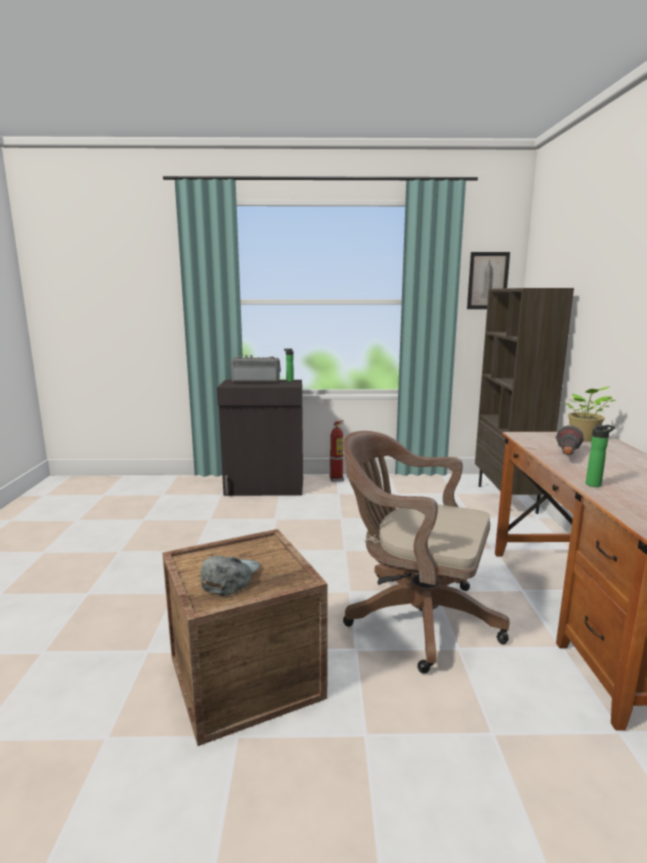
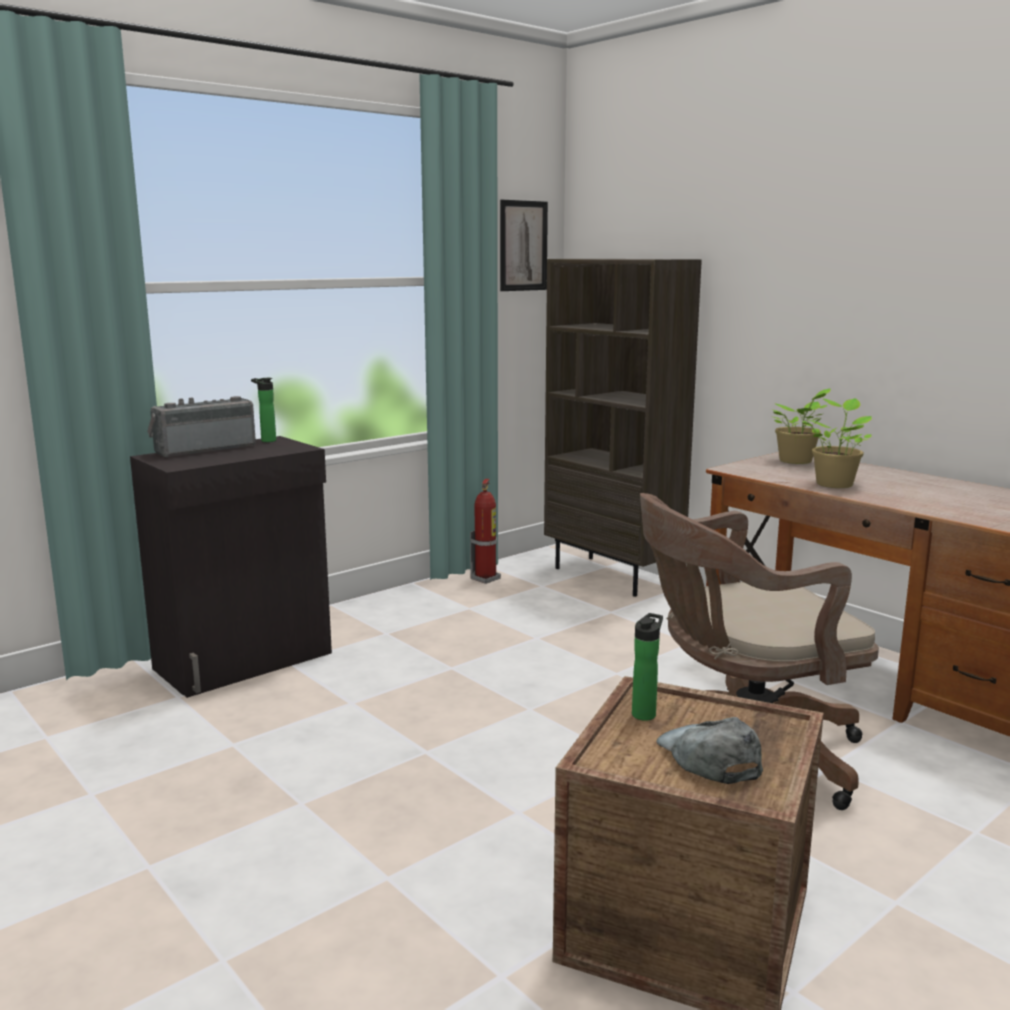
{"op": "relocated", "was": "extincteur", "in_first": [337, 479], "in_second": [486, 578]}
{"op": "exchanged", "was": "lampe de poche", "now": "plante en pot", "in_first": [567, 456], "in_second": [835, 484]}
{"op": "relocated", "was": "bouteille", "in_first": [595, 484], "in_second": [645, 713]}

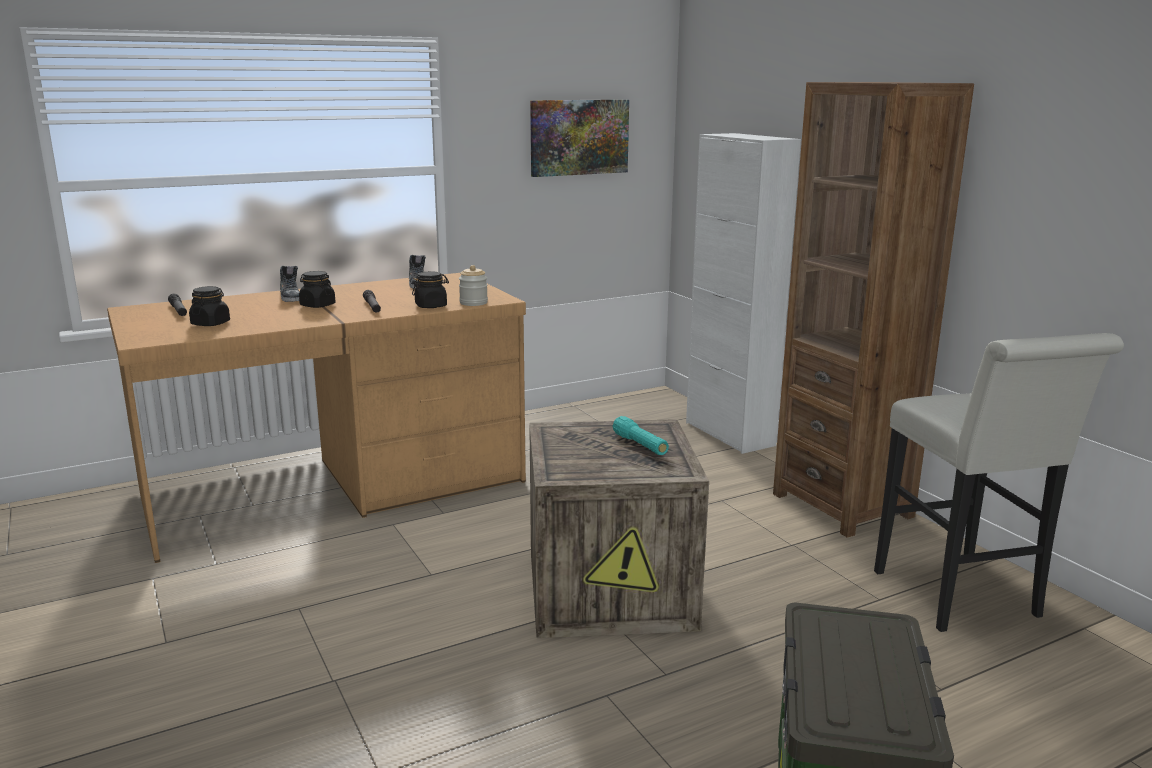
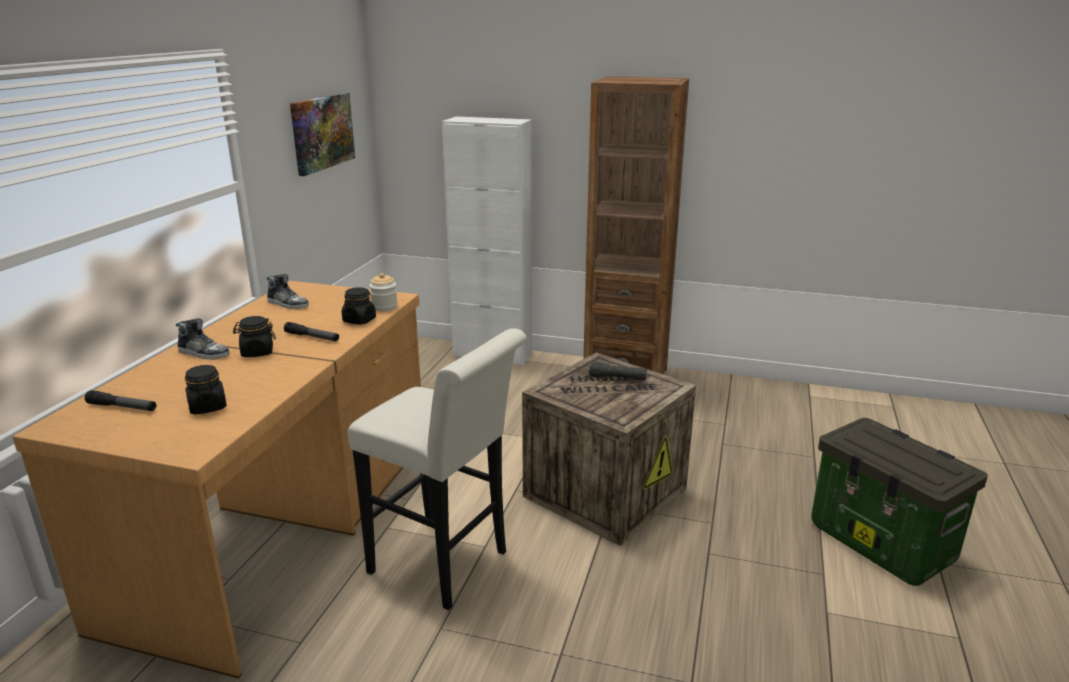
{"op": "relocated", "was": "tabouret/blanc", "in_first": [962, 599], "in_second": [446, 565]}
{"op": "colour", "was": "lampe de poche/turquoise", "now": "lampe de poche/noir", "in_first": [640, 445], "in_second": [617, 378]}

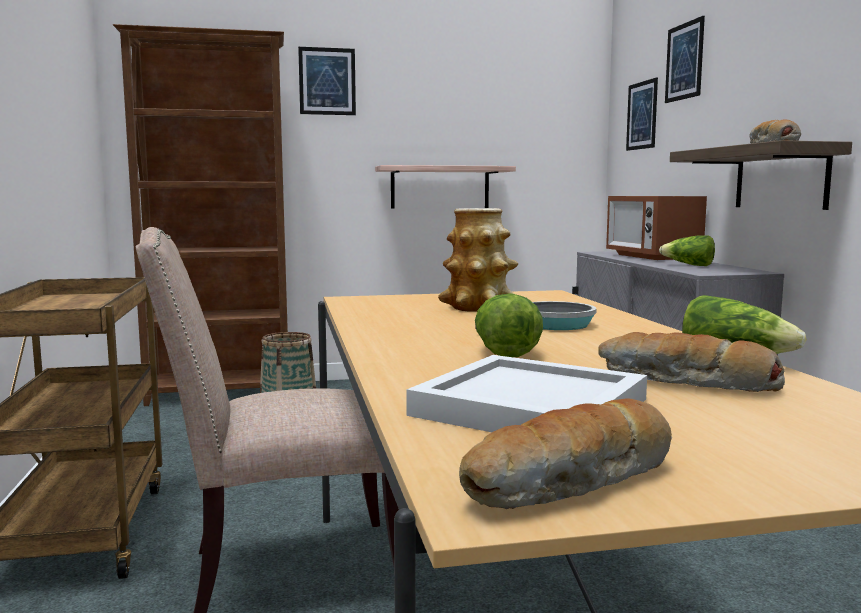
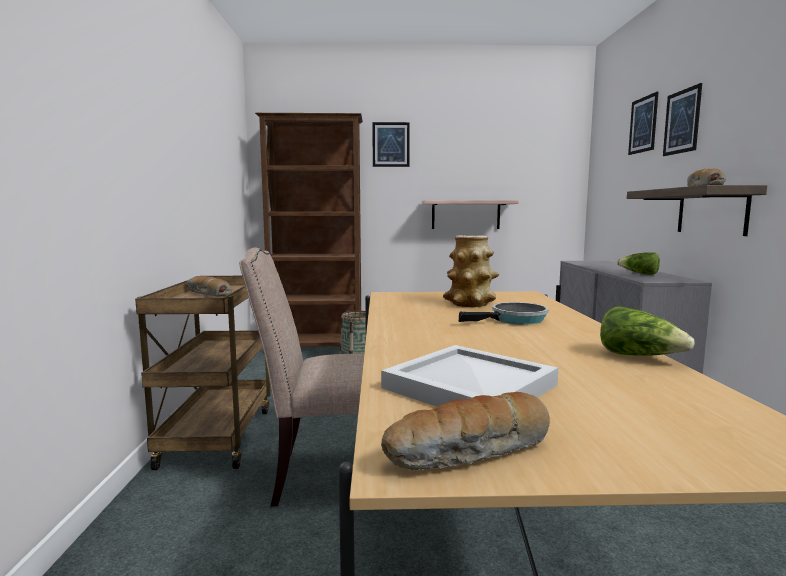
{"op": "relocated", "was": "tableau", "in_first": [642, 115], "in_second": [682, 121]}
{"op": "missing", "was": "micro-ondes", "in_first": [652, 256]}
{"op": "missing", "was": "laitue", "in_first": [504, 350]}
{"op": "relocated", "was": "pain", "in_first": [686, 383], "in_second": [207, 294]}

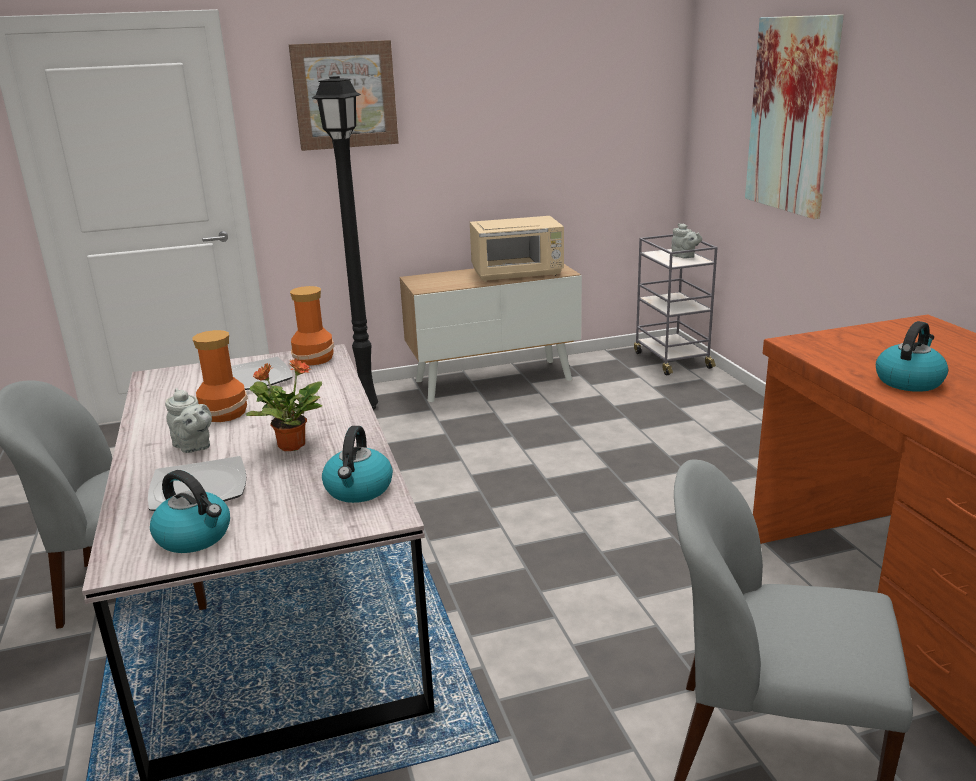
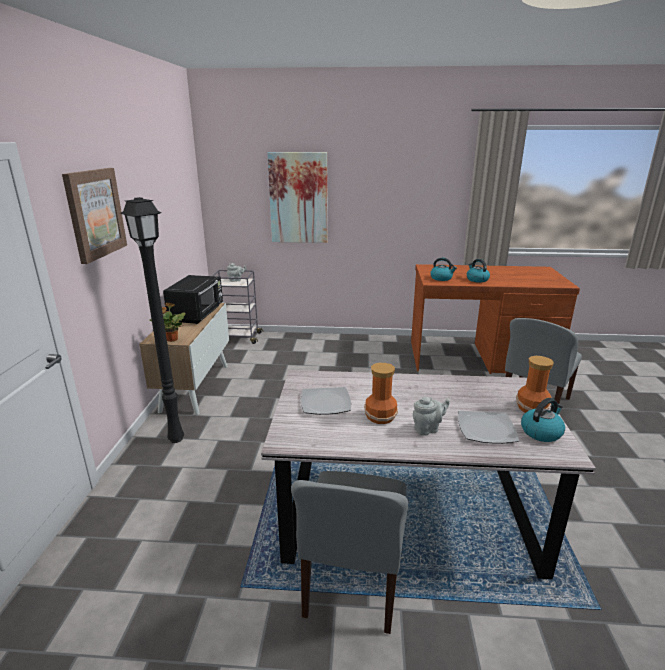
{"op": "colour", "was": "micro-ondes/beige", "now": "micro-ondes/noir", "in_first": [518, 274], "in_second": [197, 314]}
{"op": "relocated", "was": "vase", "in_first": [315, 359], "in_second": [531, 407]}
{"op": "relocated", "was": "plante en pot", "in_first": [290, 445], "in_second": [171, 340]}
{"op": "relocated", "was": "bouilloire", "in_first": [359, 489], "in_second": [441, 278]}

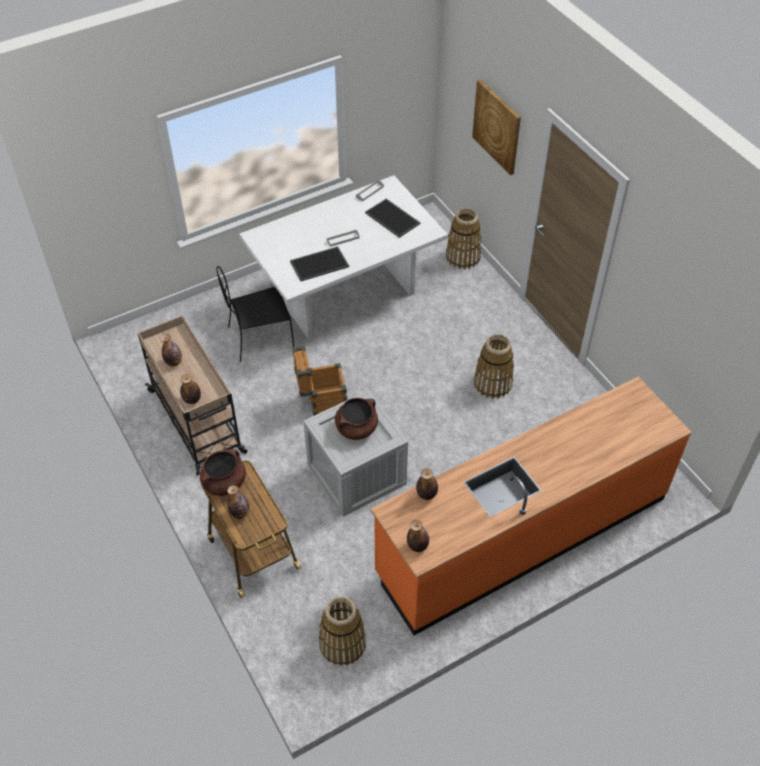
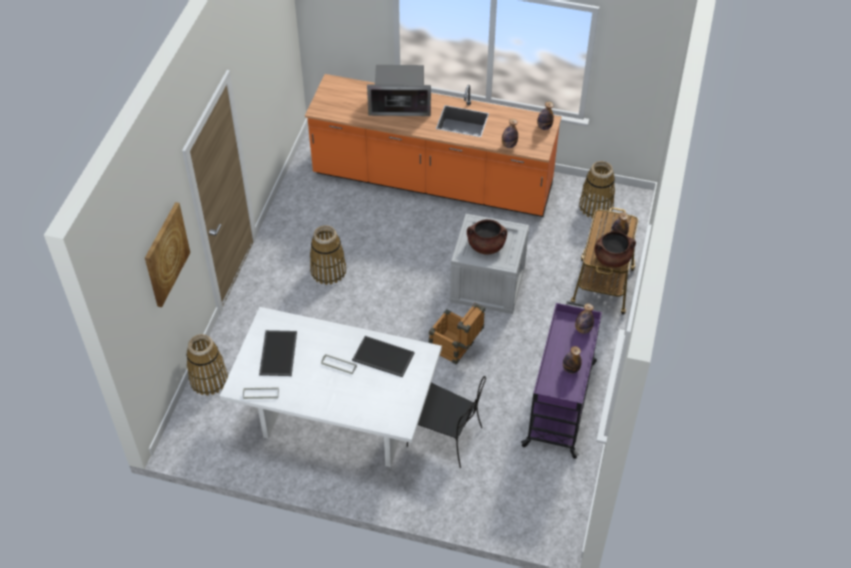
{"op": "colour", "was": "chariot/beige", "now": "chariot/violet", "in_first": [197, 422], "in_second": [560, 402]}
{"op": "appeared", "now": "micro-ondes", "in_second": [400, 104]}

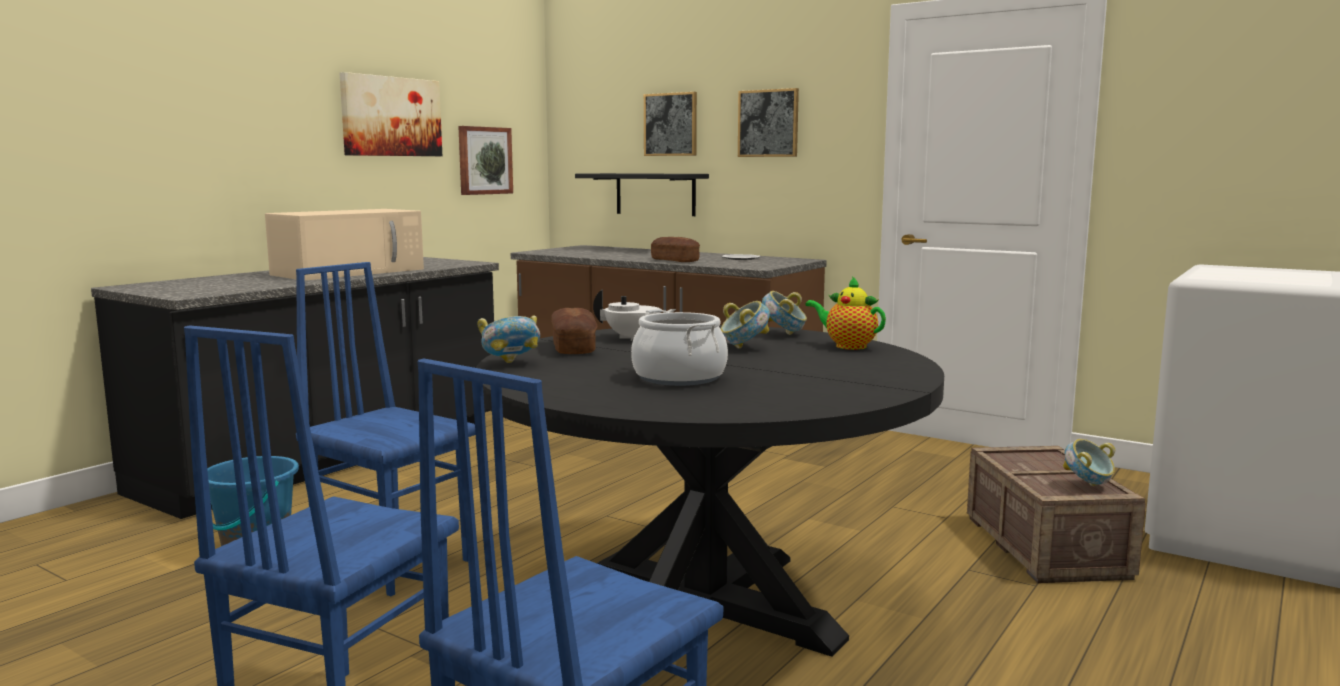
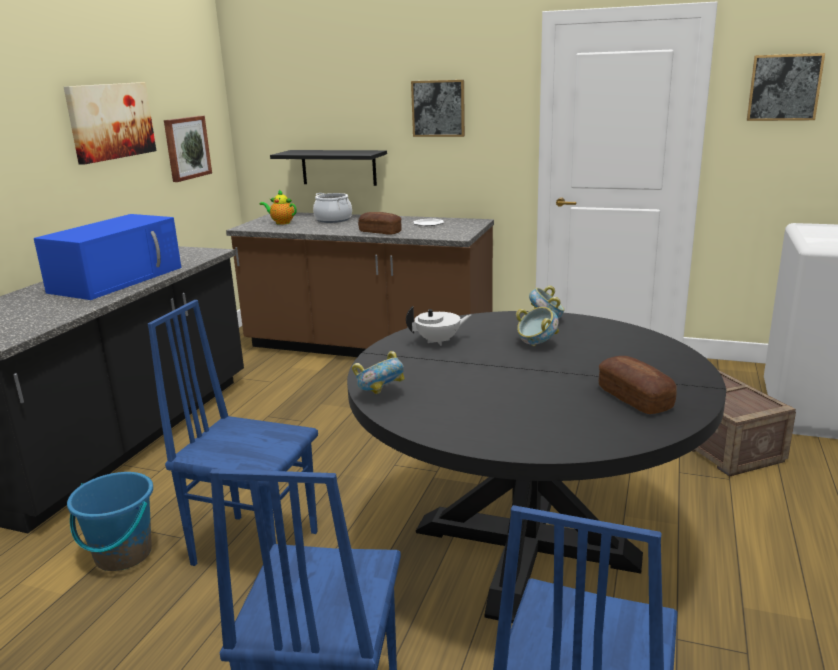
{"op": "relocated", "was": "tableau", "in_first": [671, 124], "in_second": [784, 87]}
{"op": "colour", "was": "micro-ondes/beige", "now": "micro-ondes/bleu", "in_first": [350, 271], "in_second": [118, 279]}
{"op": "relocated", "was": "théière", "in_first": [847, 346], "in_second": [281, 223]}
{"op": "relocated", "was": "pain", "in_first": [573, 348], "in_second": [634, 398]}
{"op": "relocated", "was": "marmite", "in_first": [679, 377], "in_second": [333, 220]}
{"op": "missing", "was": "bol", "in_first": [1087, 484]}

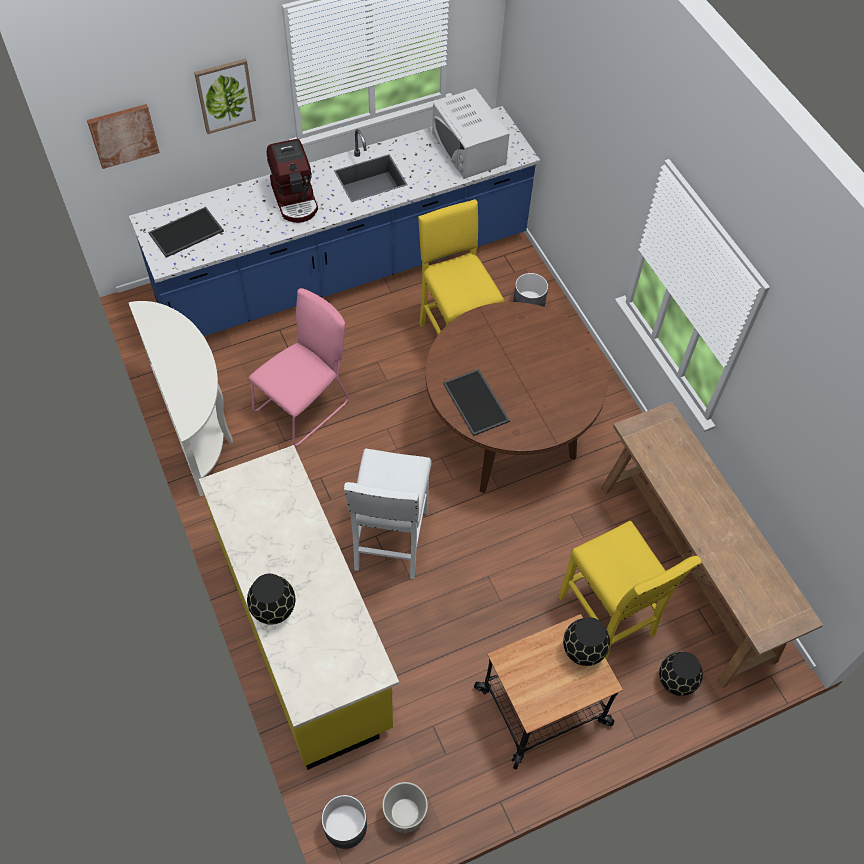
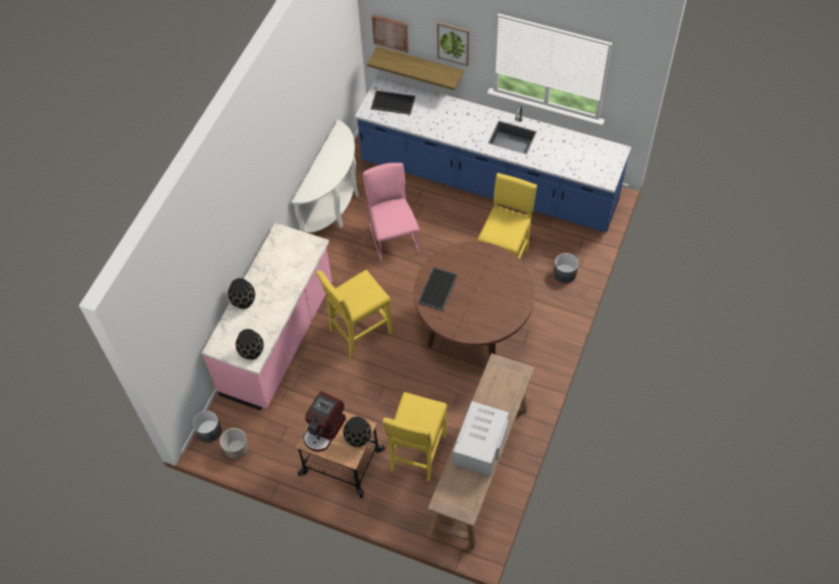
{"op": "relocated", "was": "micro-ondes/blanc", "in_first": [468, 148], "in_second": [480, 445]}
{"op": "relocated", "was": "machine à café", "in_first": [295, 199], "in_second": [324, 430]}
{"op": "spun", "was": "chaise/rose", "in_first": [305, 404], "in_second": [393, 236], "clockwise": -105}
{"op": "colour", "was": "comptoir de cuisine/jaune", "now": "comptoir de cuisine/rose", "in_first": [305, 634], "in_second": [279, 340]}
{"op": "colour", "was": "tabouret/blanc", "now": "tabouret/jaune", "in_first": [390, 541], "in_second": [359, 332]}
{"op": "relocated", "was": "vase/noir", "in_first": [676, 681], "in_second": [252, 352]}
{"op": "appeared", "now": "étagère", "in_second": [420, 65]}

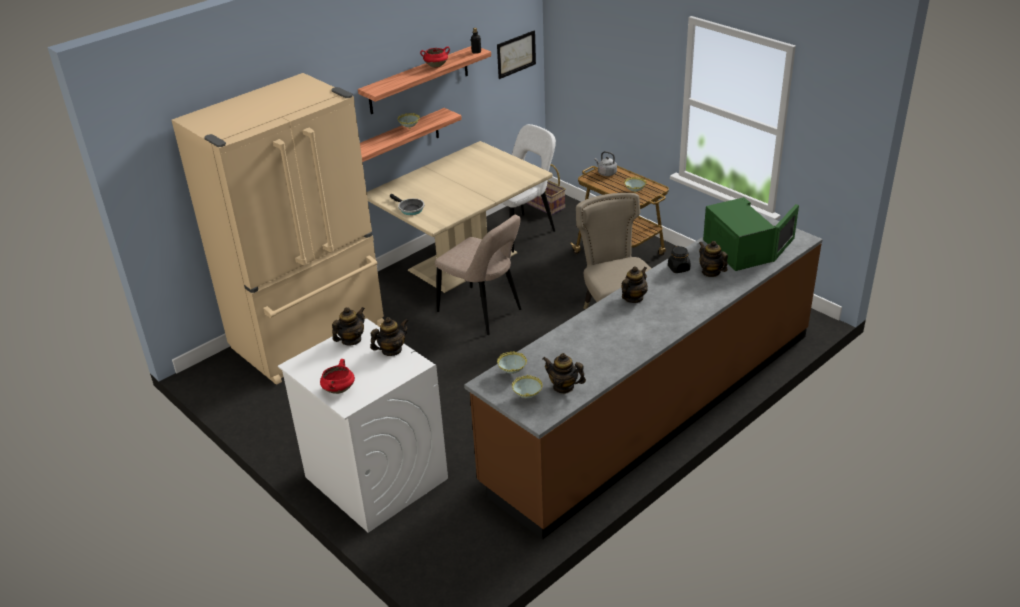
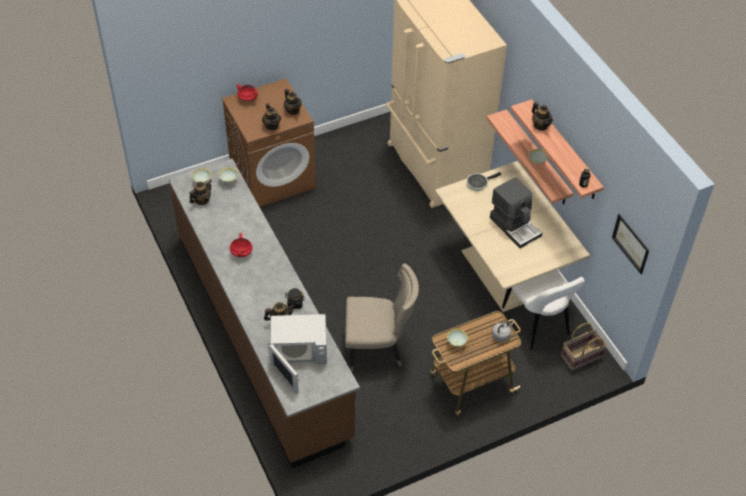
{"op": "relocated", "was": "marmite/rouge", "in_first": [436, 66], "in_second": [242, 253]}
{"op": "colour", "was": "micro-ondes/vert", "now": "micro-ondes/blanc", "in_first": [741, 251], "in_second": [298, 352]}
{"op": "missing", "was": "chaise/beige", "in_first": [482, 312]}
{"op": "relocated", "was": "théière", "in_first": [633, 298], "in_second": [540, 125]}
{"op": "colour", "was": "lave-linge/blanc", "now": "lave-linge/marron", "in_first": [375, 477], "in_second": [273, 177]}
{"op": "appeared", "now": "machine à café", "in_second": [515, 226]}

